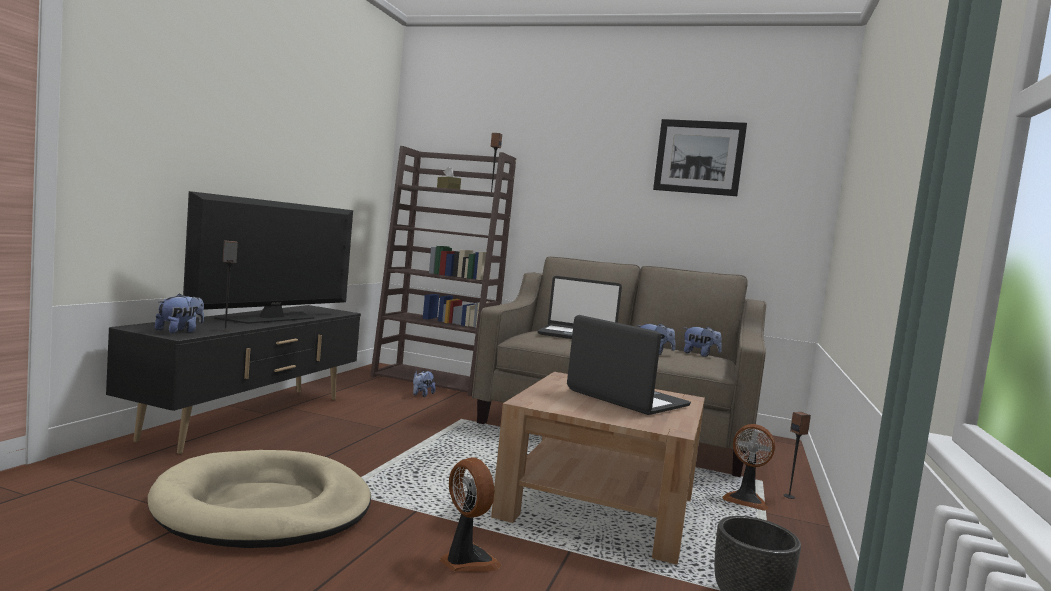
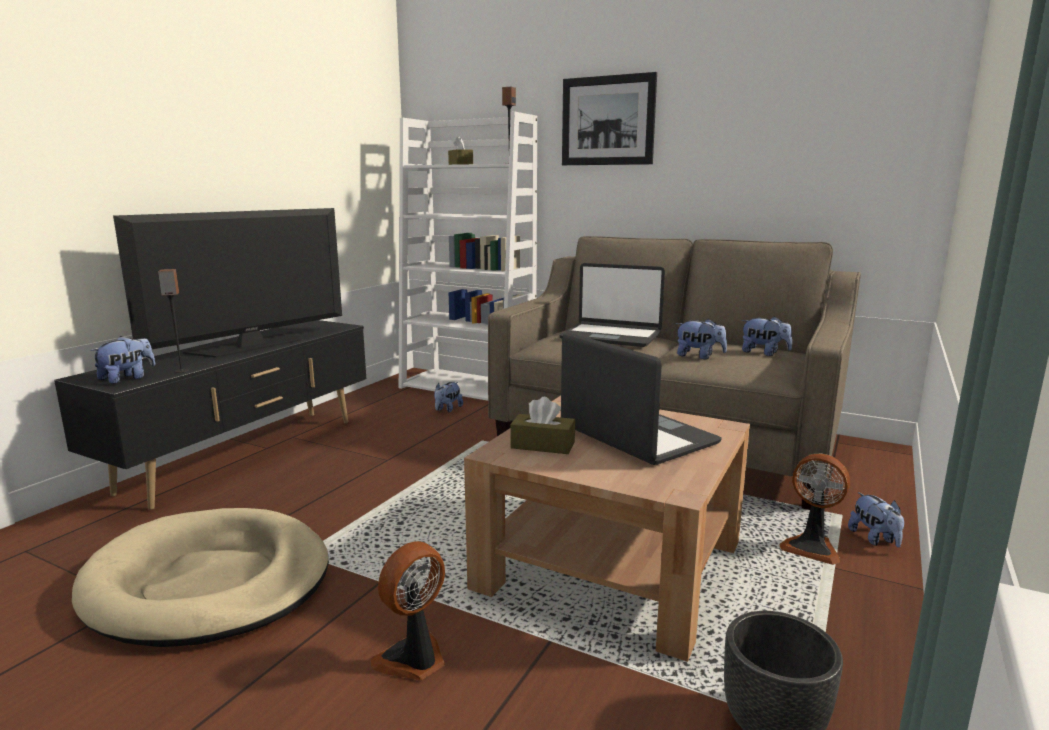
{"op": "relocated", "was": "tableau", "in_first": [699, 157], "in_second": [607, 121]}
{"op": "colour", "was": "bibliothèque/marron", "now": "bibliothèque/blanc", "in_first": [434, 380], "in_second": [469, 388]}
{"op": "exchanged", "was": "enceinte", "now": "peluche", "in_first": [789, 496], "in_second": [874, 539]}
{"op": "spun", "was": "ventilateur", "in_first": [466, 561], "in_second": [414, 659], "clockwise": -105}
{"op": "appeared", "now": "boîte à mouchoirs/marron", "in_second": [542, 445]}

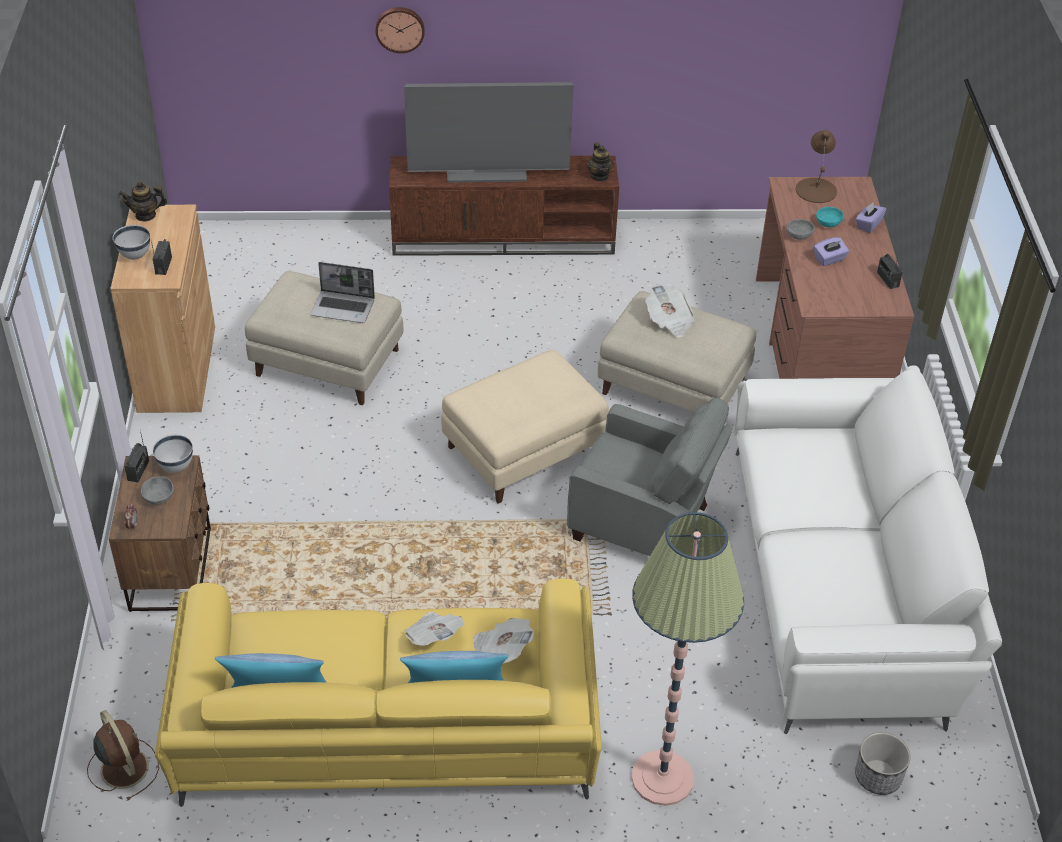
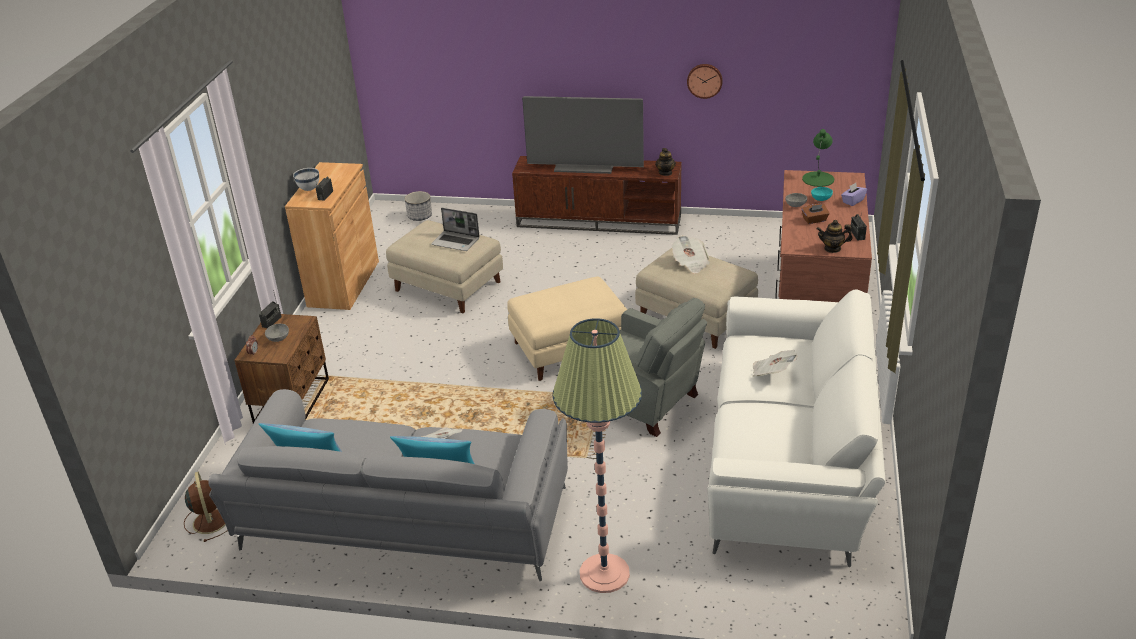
{"op": "relocated", "was": "horloge murale", "in_first": [400, 28], "in_second": [704, 80]}
{"op": "colour", "was": "lampe de table/marron", "now": "lampe de table/vert", "in_first": [816, 190], "in_second": [818, 179]}
{"op": "relocated", "was": "théière", "in_first": [145, 215], "in_second": [832, 248]}
{"op": "colour", "was": "boîte à mouchoirs/violet", "now": "boîte à mouchoirs/marron", "in_first": [829, 259], "in_second": [814, 220]}
{"op": "missing", "was": "bol/blanc", "in_first": [176, 467]}
{"op": "colour", "was": "canapé/jaune", "now": "canapé/gris", "in_first": [385, 738], "in_second": [402, 522]}
{"op": "relocated", "was": "journal", "in_first": [501, 651], "in_second": [772, 372]}
{"op": "relocated", "was": "cache-pot", "in_first": [877, 776], "in_second": [420, 216]}

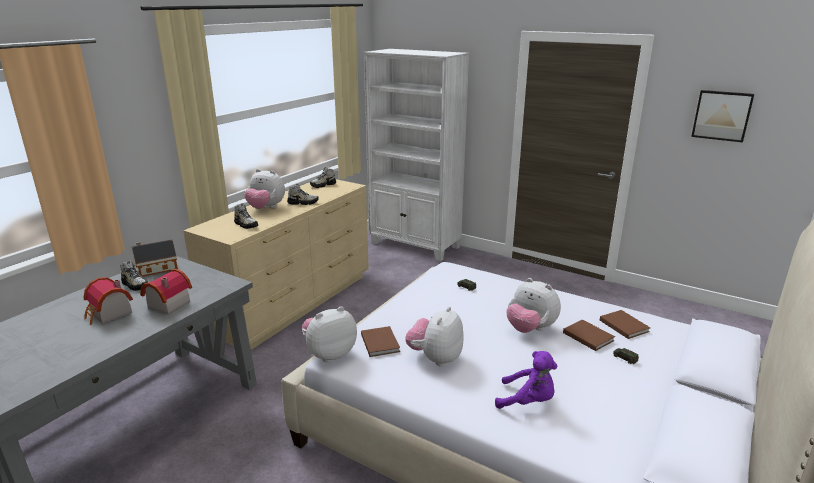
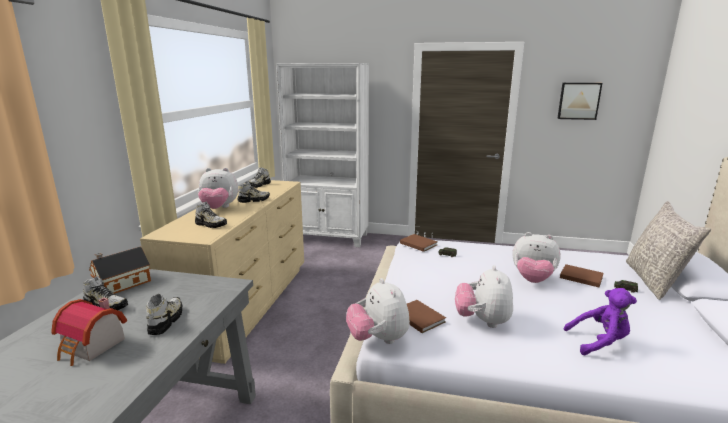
{"op": "exchanged", "was": "maison miniature", "now": "chaussure", "in_first": [166, 304], "in_second": [166, 321]}
{"op": "spun", "was": "peluche", "in_first": [329, 354], "in_second": [378, 339], "clockwise": -60}
{"op": "relocated", "was": "livre/marron", "in_first": [623, 325], "in_second": [418, 243]}
{"op": "appeared", "now": "coussin/gris", "in_second": [654, 281]}

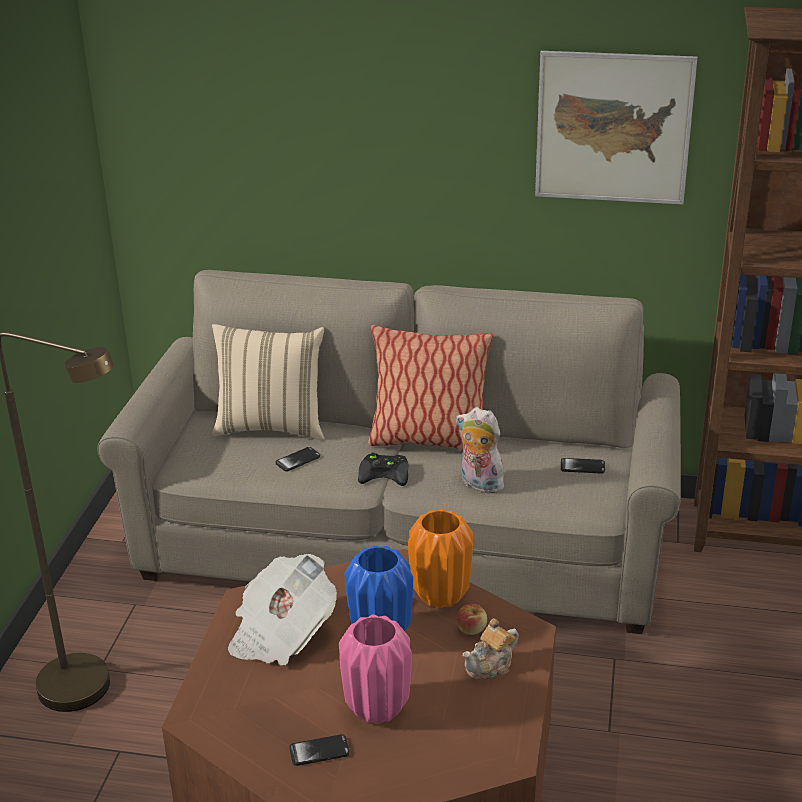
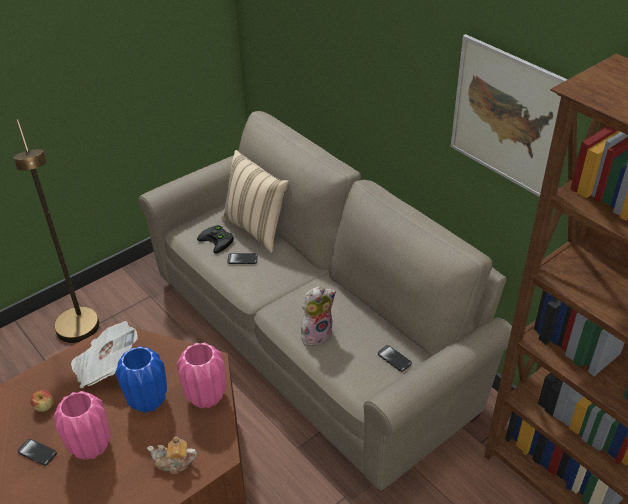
{"op": "missing", "was": "coussin", "in_first": [429, 441]}
{"op": "spun", "was": "peluche", "in_first": [478, 484], "in_second": [316, 334], "clockwise": 75}
{"op": "relocated", "was": "manette/noir", "in_first": [386, 472], "in_second": [218, 240]}
{"op": "colour", "was": "vase/orange", "now": "vase/rose", "in_first": [440, 595], "in_second": [207, 397]}
{"op": "relocated", "was": "pomme", "in_first": [471, 629], "in_second": [44, 406]}

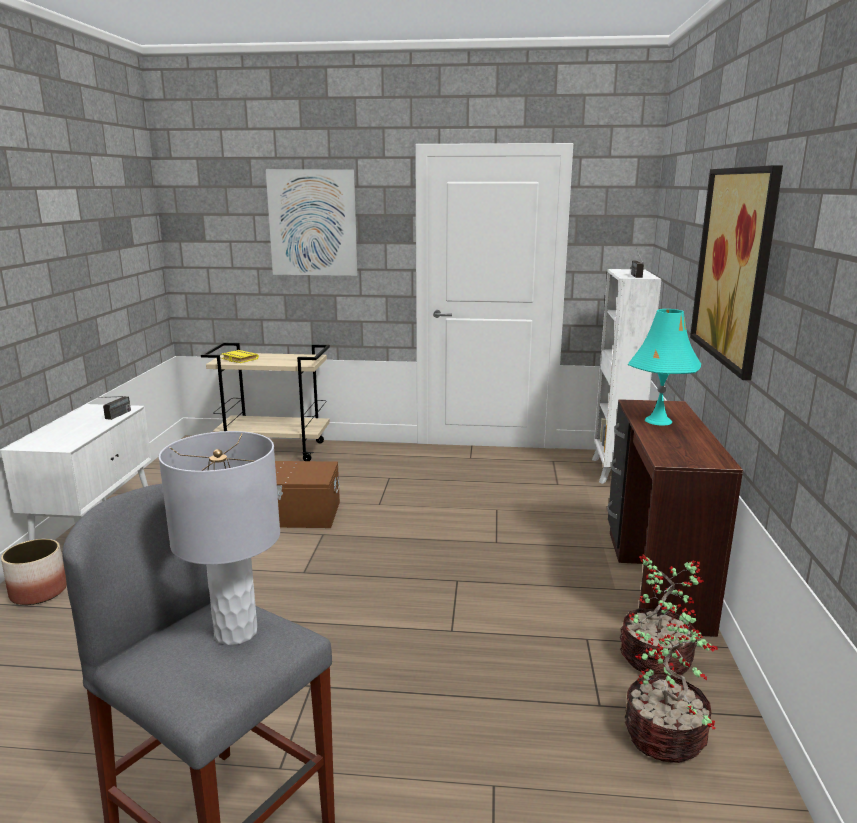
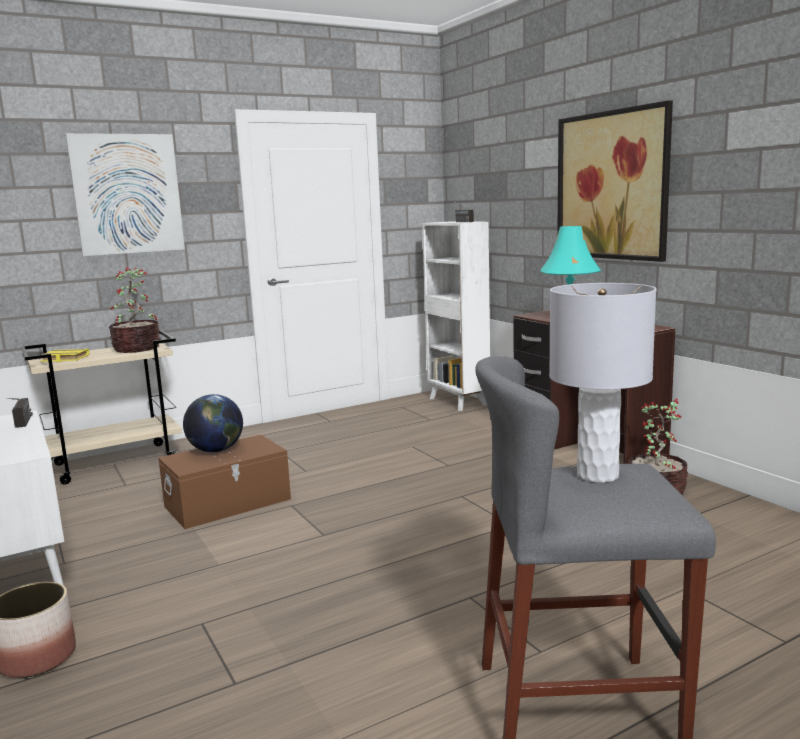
{"op": "relocated", "was": "plante en pot", "in_first": [666, 738], "in_second": [137, 348]}
{"op": "appeared", "now": "globe", "in_second": [216, 450]}

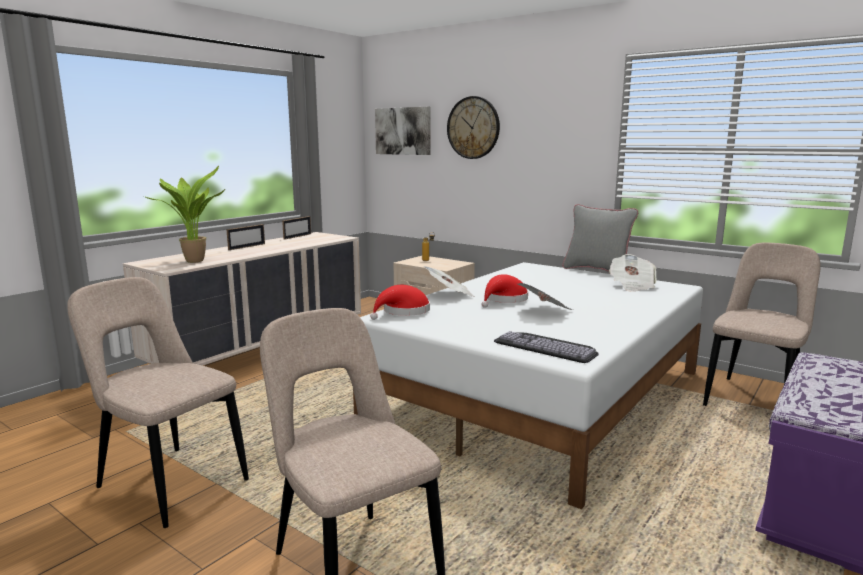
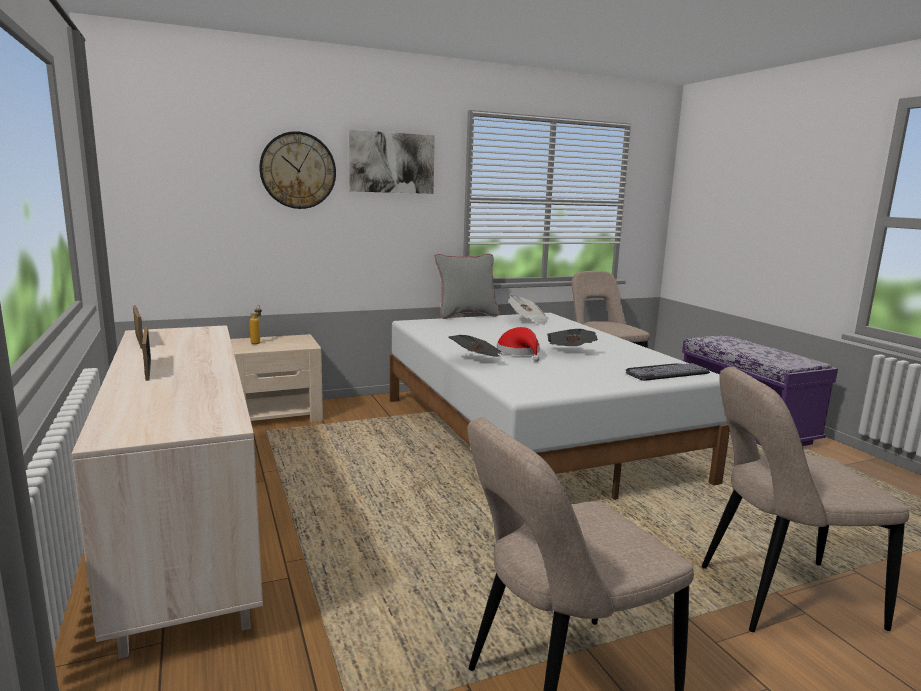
{"op": "relocated", "was": "tableau", "in_first": [403, 131], "in_second": [391, 163]}
{"op": "missing", "was": "plante en pot", "in_first": [194, 261]}
{"op": "missing", "was": "chapeau/rouge", "in_first": [403, 312]}

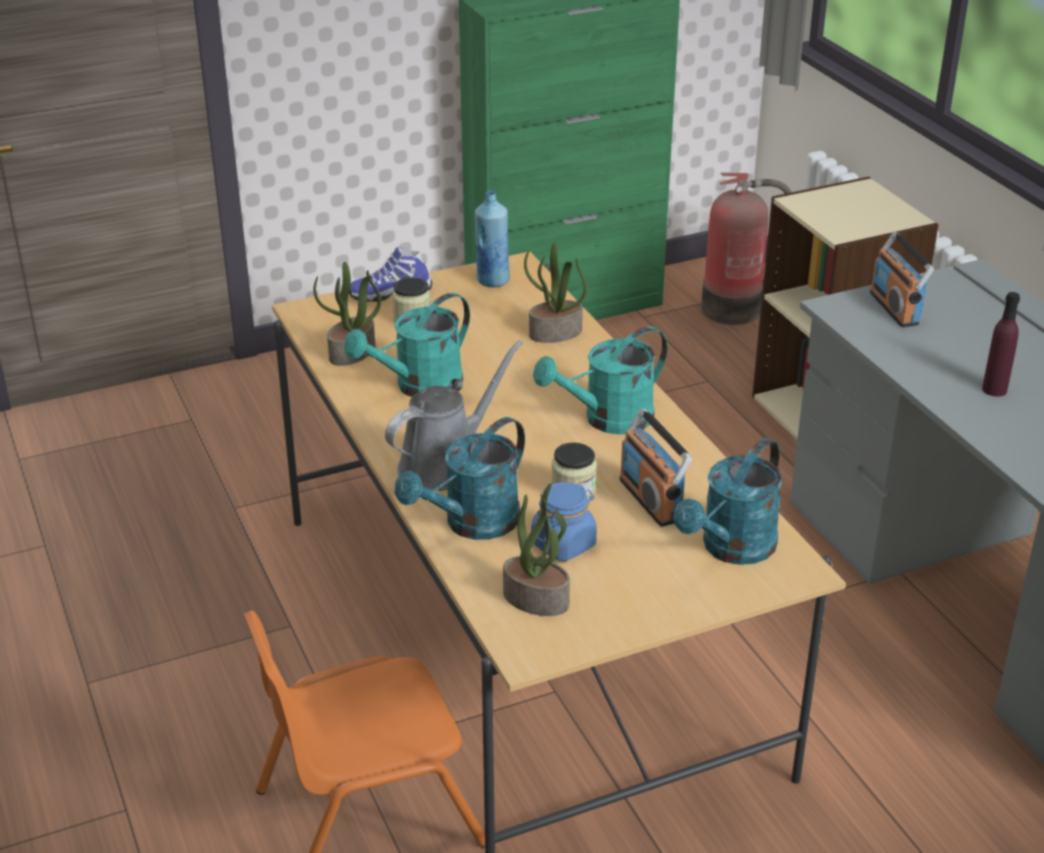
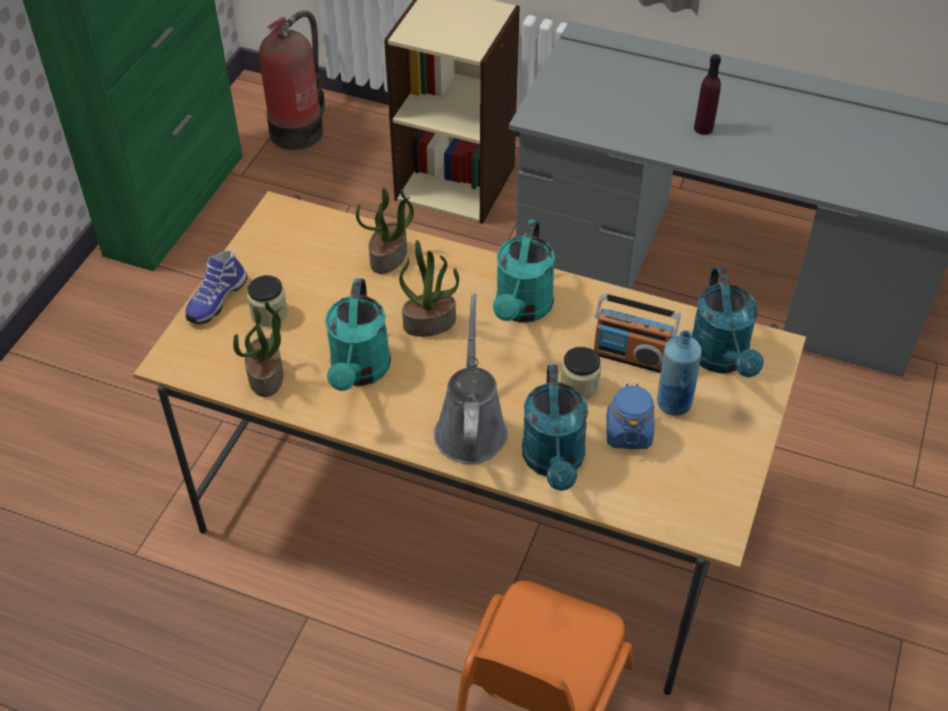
{"op": "relocated", "was": "bouteille/bleu", "in_first": [492, 280], "in_second": [673, 403]}
{"op": "missing", "was": "radio", "in_first": [895, 308]}
{"op": "relocated", "was": "plante en pot", "in_first": [537, 599], "in_second": [430, 322]}

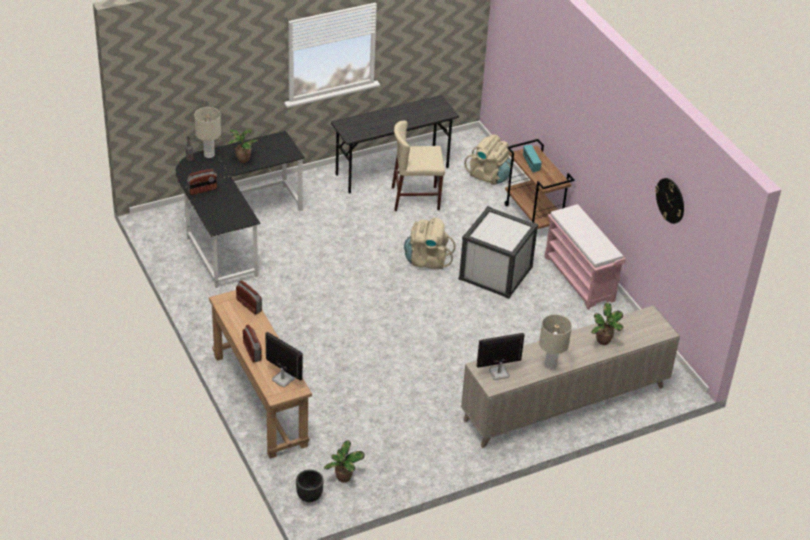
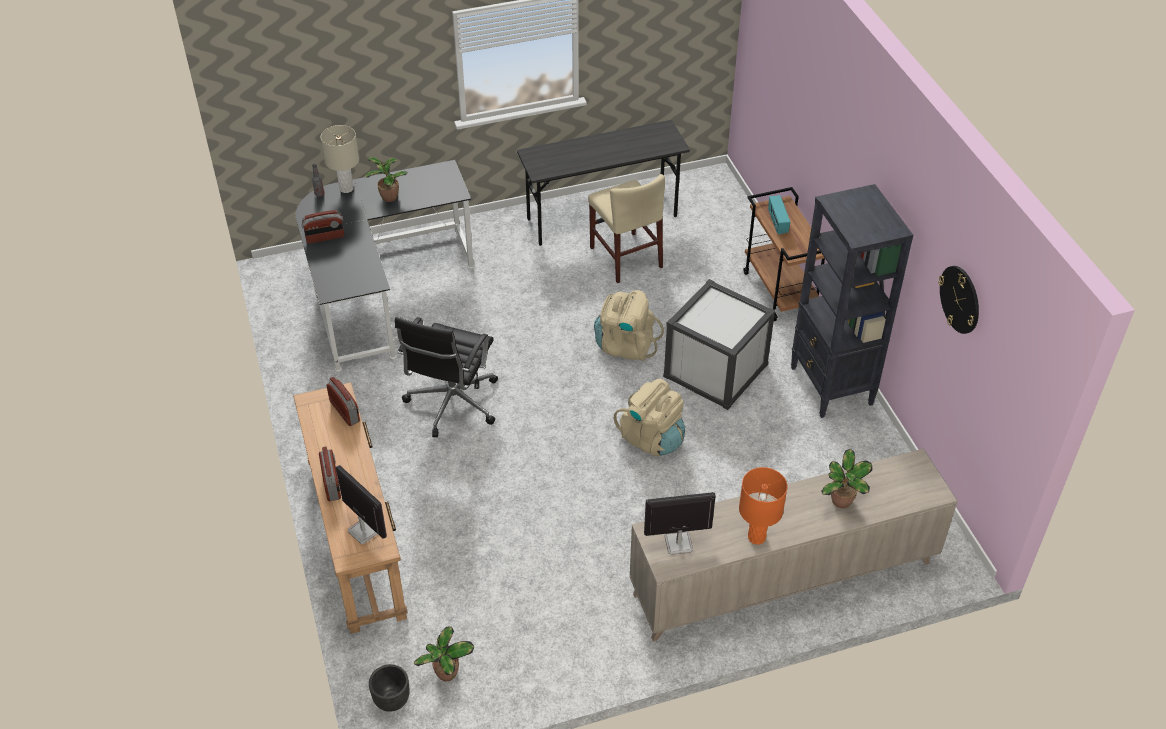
{"op": "spun", "was": "chaise/beige", "in_first": [415, 198], "in_second": [625, 257], "clockwise": -120}
{"op": "relocated", "was": "sac à dos/beige", "in_first": [489, 175], "in_second": [651, 438]}
{"op": "exchanged", "was": "banc/rose", "now": "bibliothèque/noir", "in_first": [580, 279], "in_second": [831, 387]}
{"op": "colour", "was": "lampe de table/beige", "now": "lampe de table/orange", "in_first": [550, 366], "in_second": [756, 537]}
{"op": "appeared", "now": "chaise de bureau/noir", "in_second": [451, 404]}

